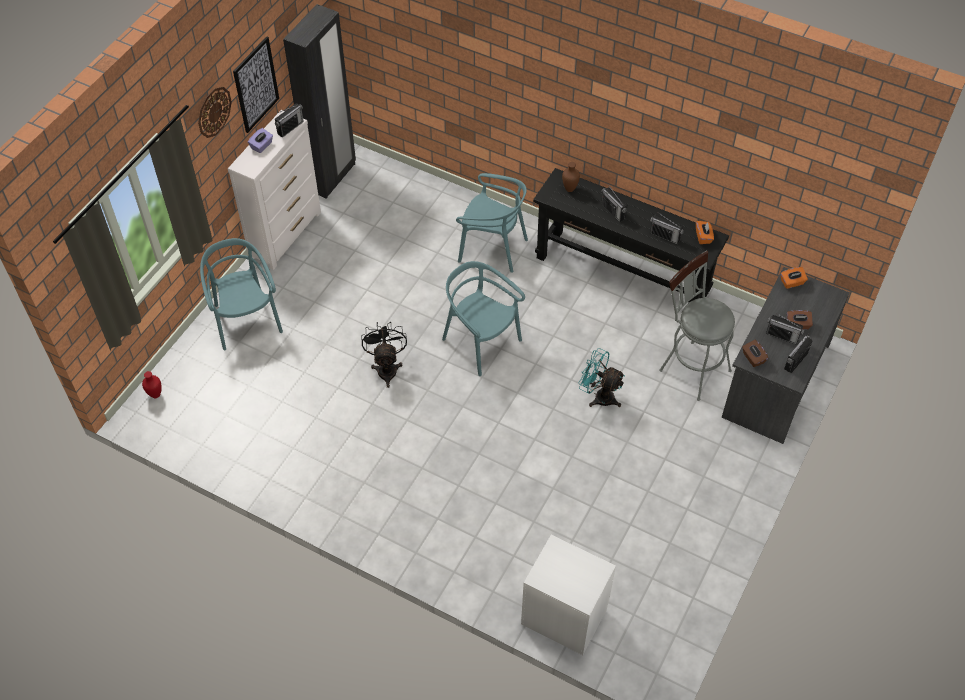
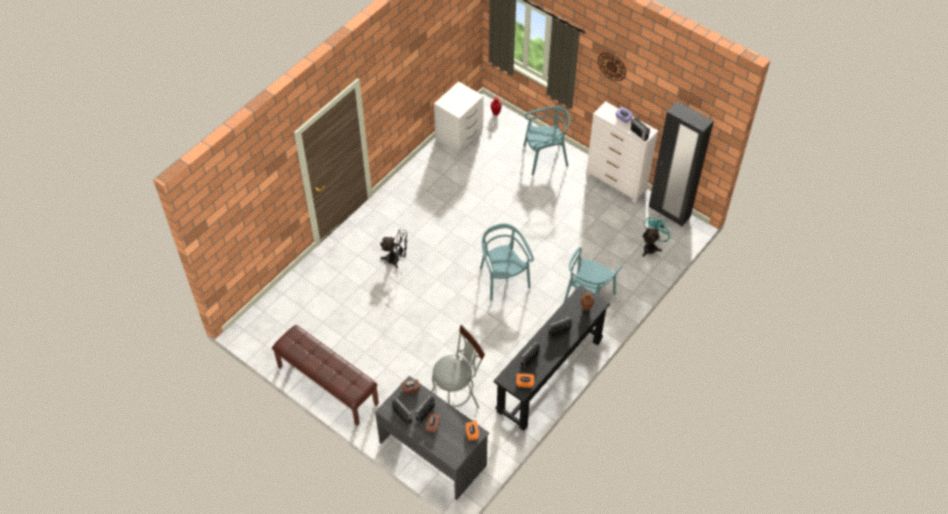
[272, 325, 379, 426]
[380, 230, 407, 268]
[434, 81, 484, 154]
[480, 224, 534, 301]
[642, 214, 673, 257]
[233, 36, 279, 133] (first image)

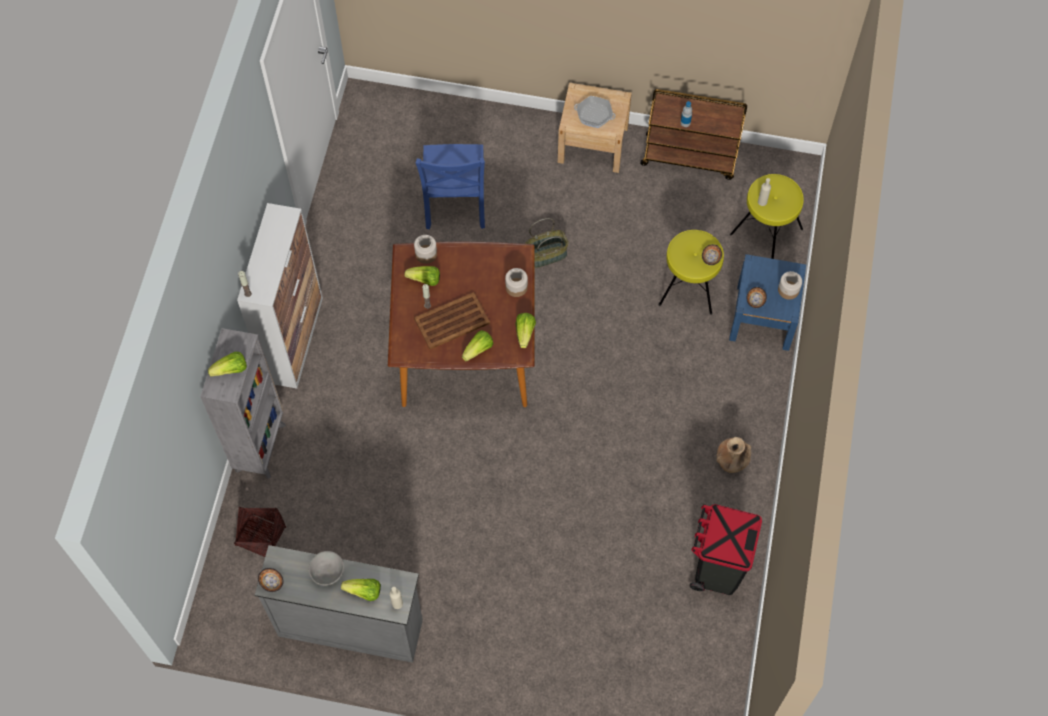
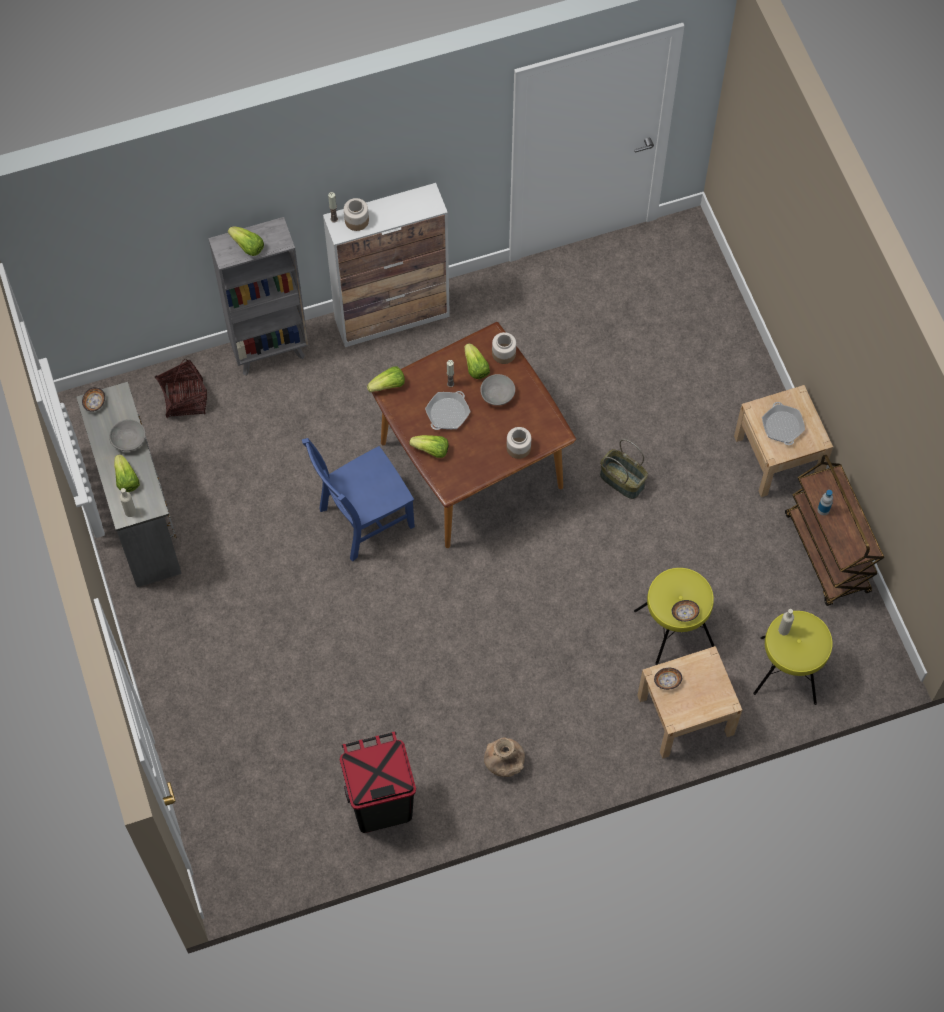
[302, 438, 415, 561]
[344, 198, 369, 231]
[367, 366, 405, 392]
[425, 391, 471, 430]
[480, 374, 515, 406]
[637, 646, 742, 758]

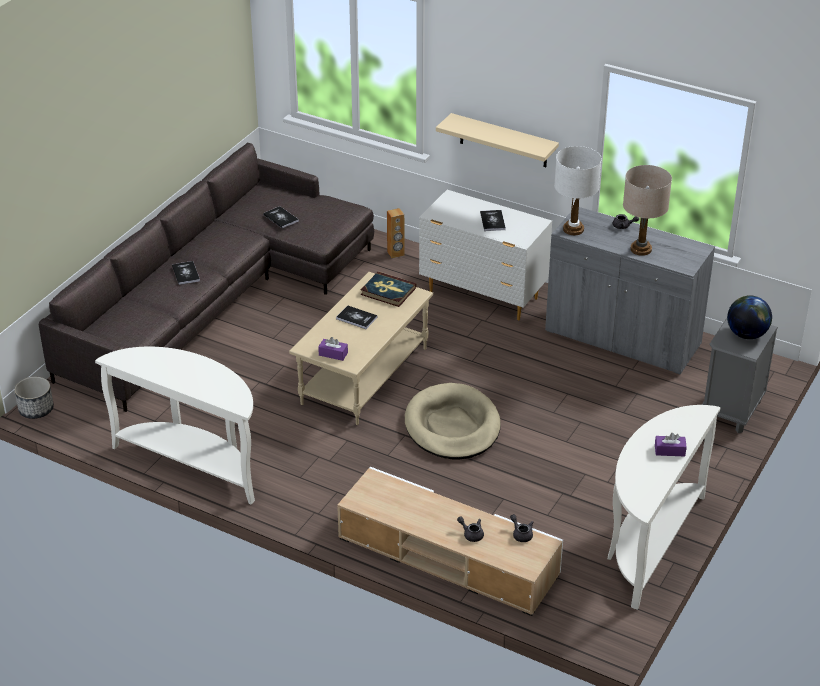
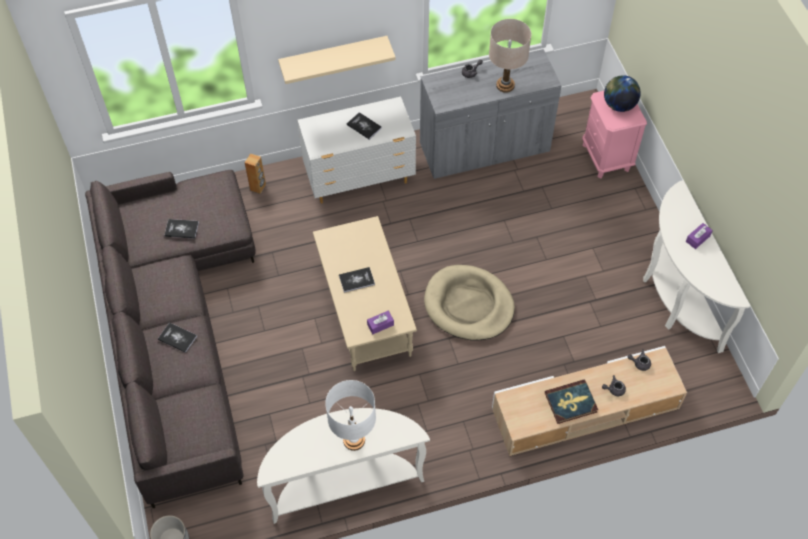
[325, 380, 376, 451]
[545, 379, 598, 424]
[582, 91, 647, 179]

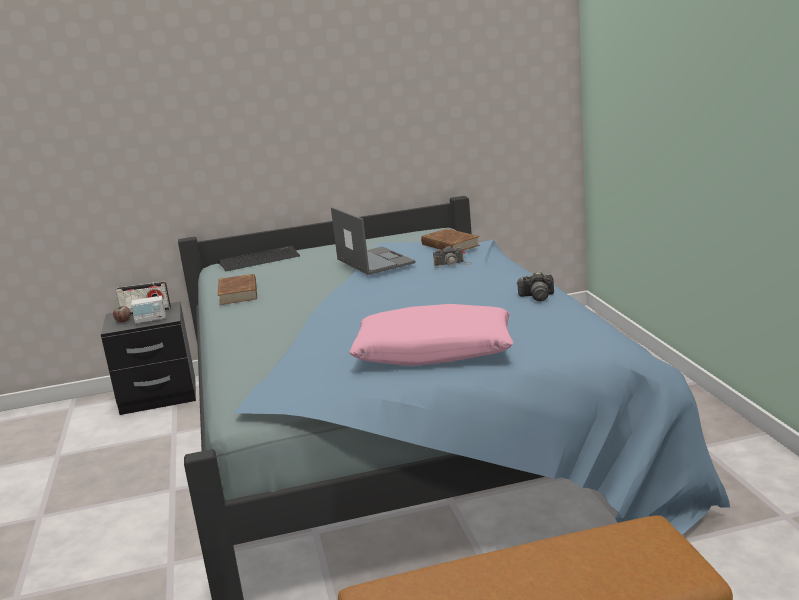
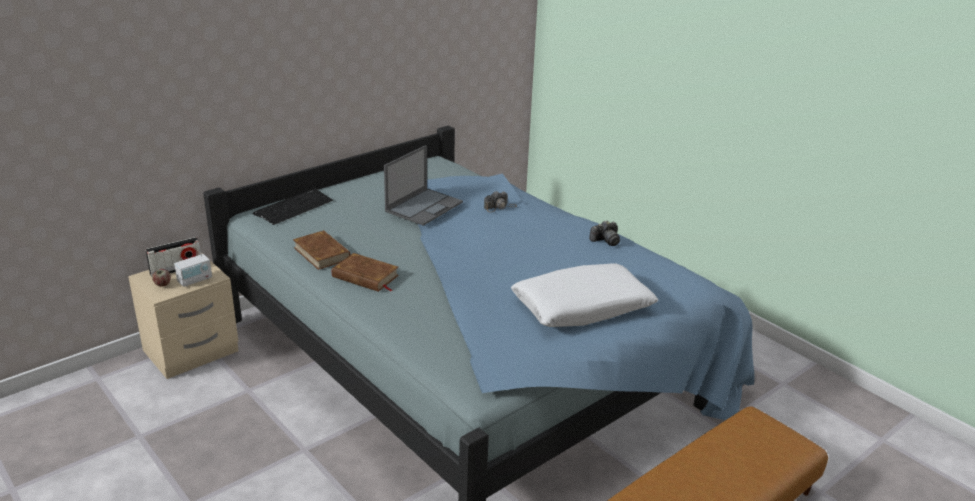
[128, 253, 239, 379]
[332, 253, 399, 292]
[384, 145, 463, 226]
[511, 263, 658, 327]

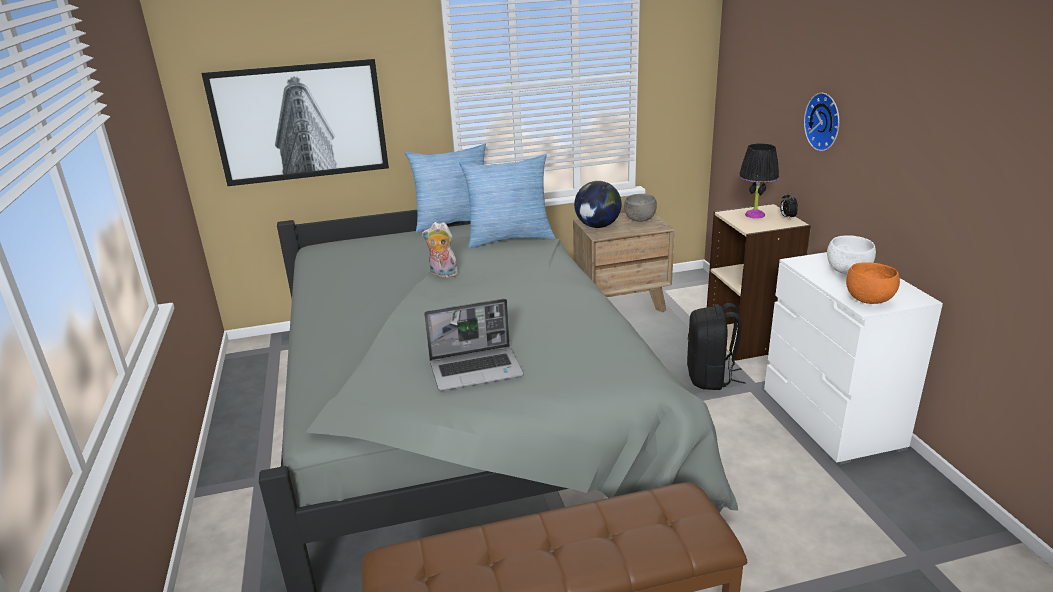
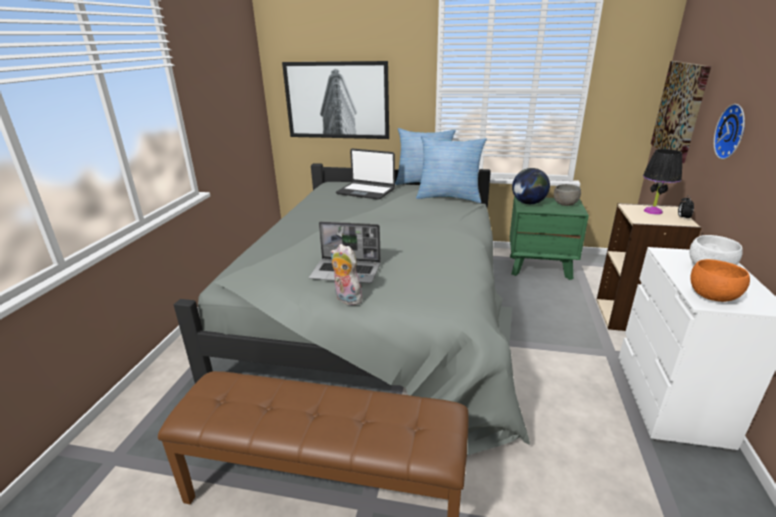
[331, 244, 362, 305]
[336, 148, 395, 200]
[510, 196, 589, 280]
[651, 61, 711, 163]
[687, 303, 746, 390] (first image)

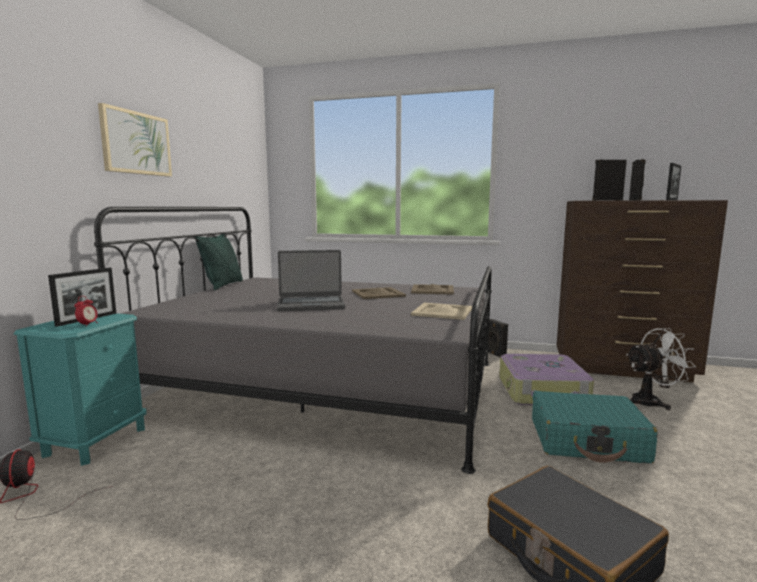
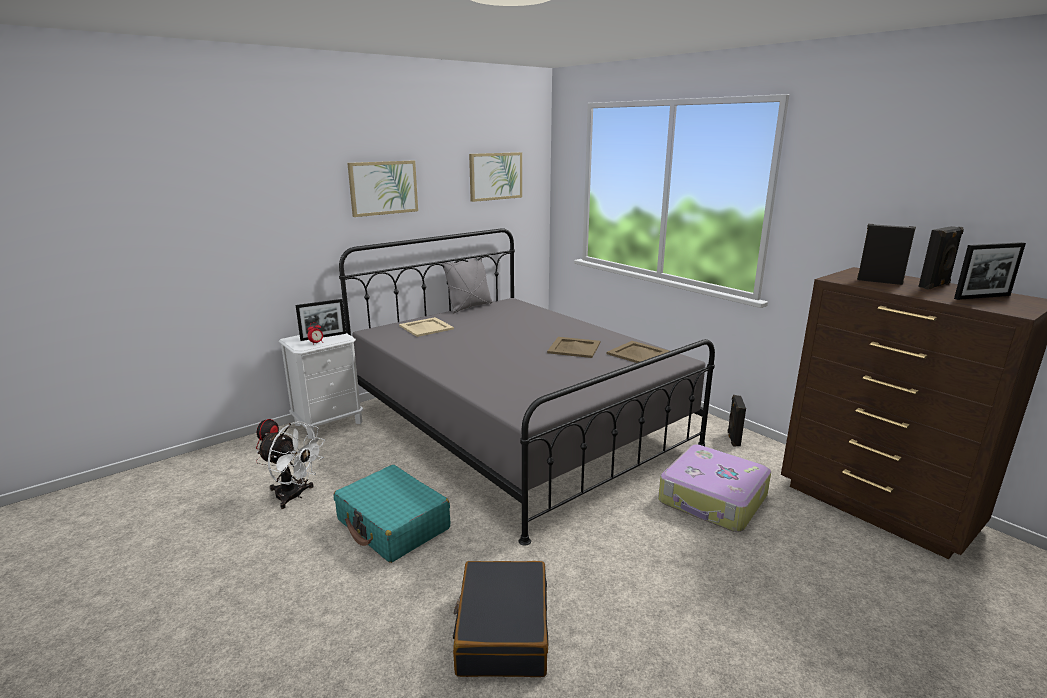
[257, 421, 325, 509]
[279, 333, 363, 439]
[334, 465, 450, 563]
[399, 317, 454, 337]
[442, 257, 493, 313]
[469, 152, 522, 202]
[277, 250, 346, 311] (first image)

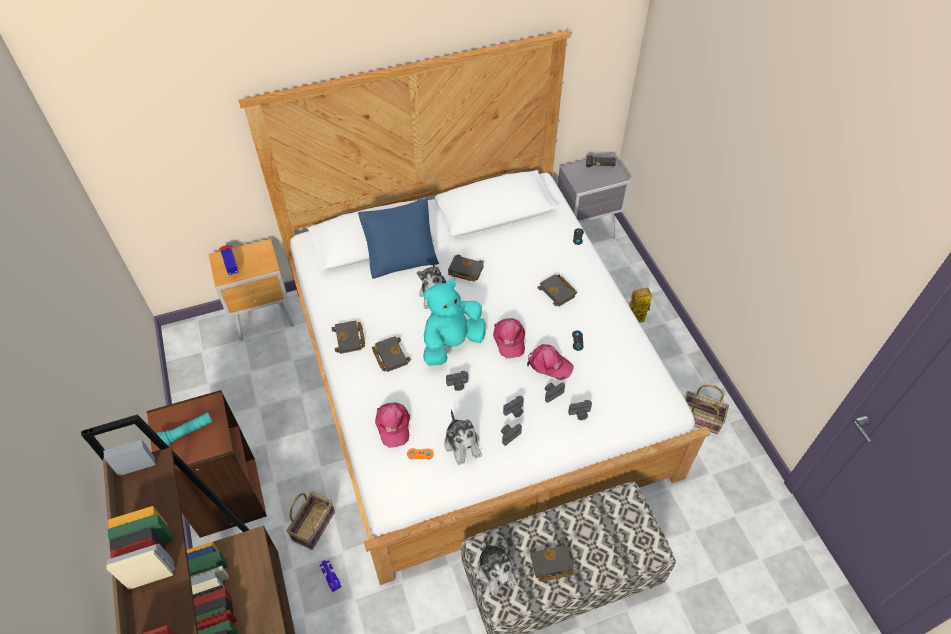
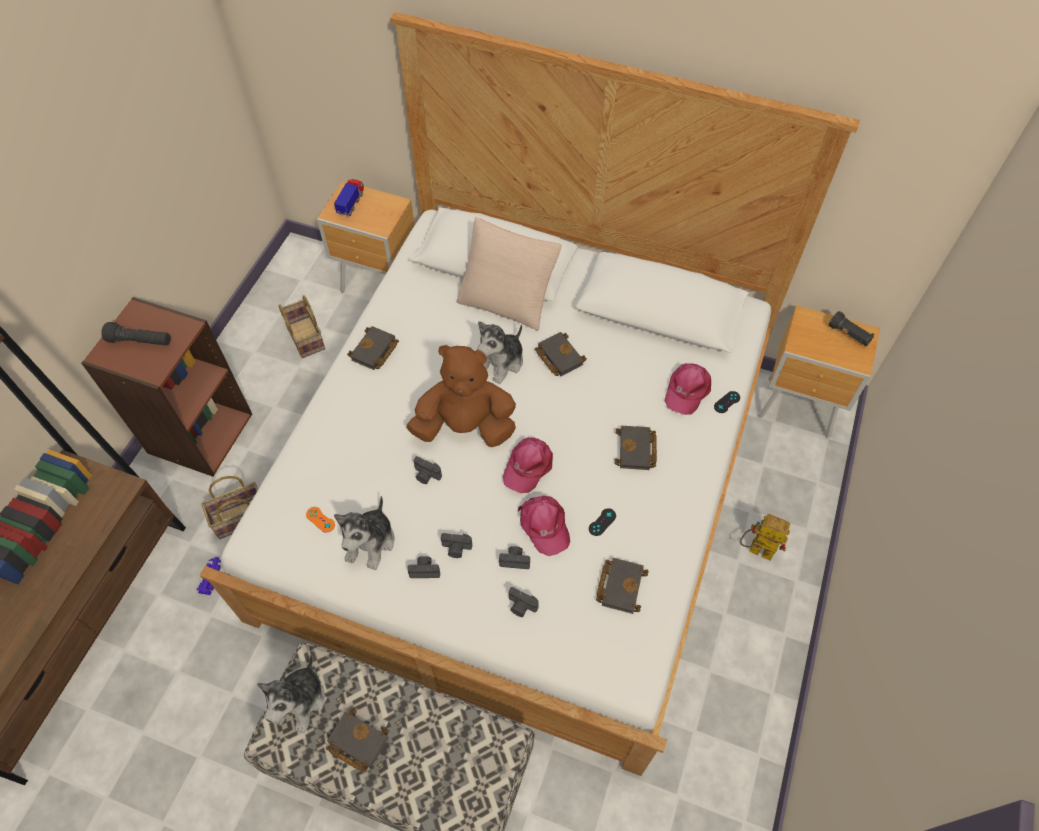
[101, 322, 171, 346]
[279, 295, 325, 358]
[407, 345, 516, 447]
[457, 217, 562, 331]
[596, 558, 649, 614]
[665, 363, 711, 415]
[758, 305, 880, 439]

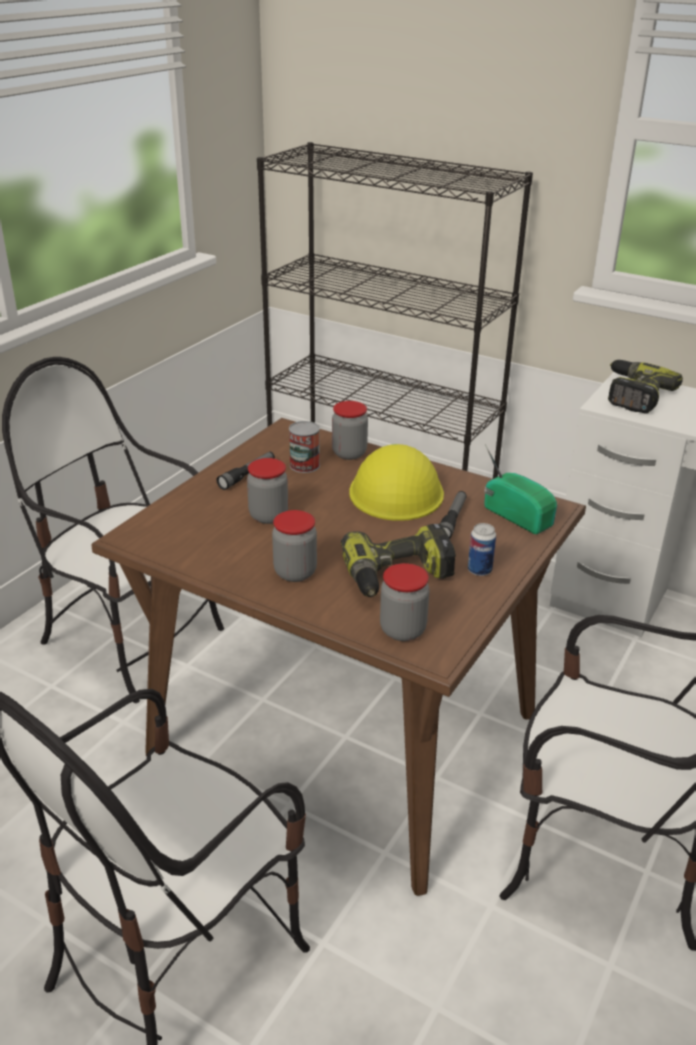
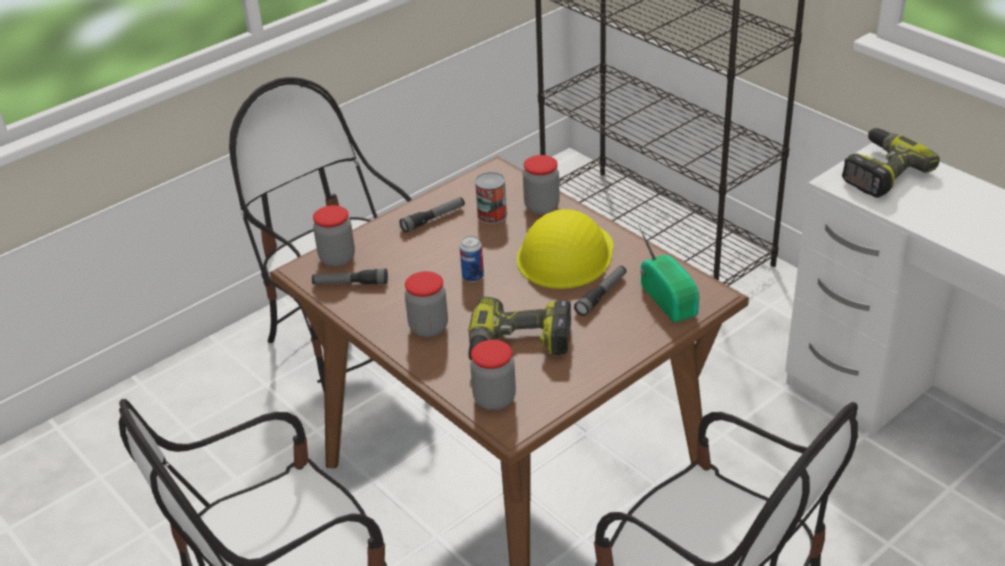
[312, 269, 388, 284]
[313, 205, 355, 267]
[460, 236, 484, 282]

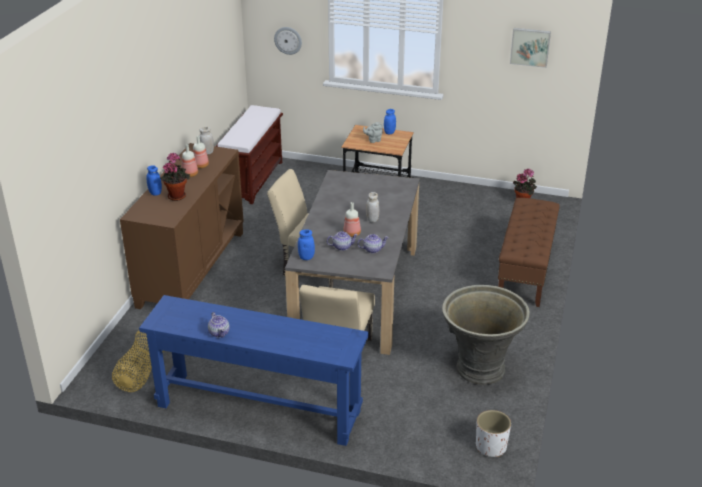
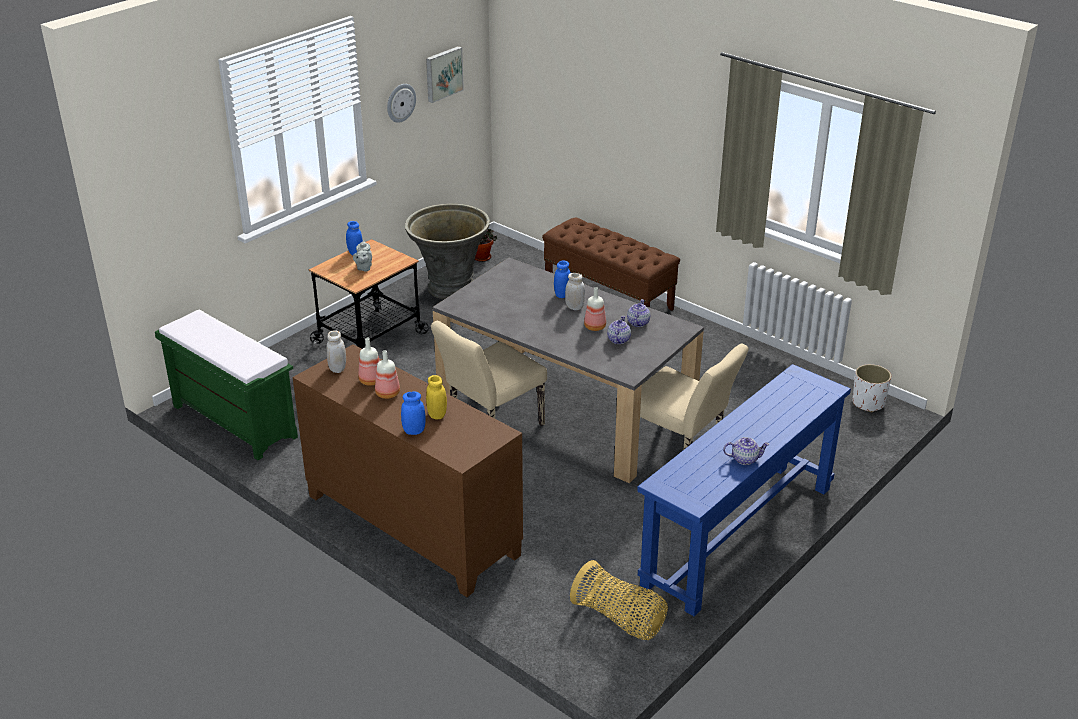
[155, 310, 298, 460]
[387, 84, 416, 123]
[405, 203, 490, 299]
[426, 375, 447, 419]
[554, 261, 571, 298]

